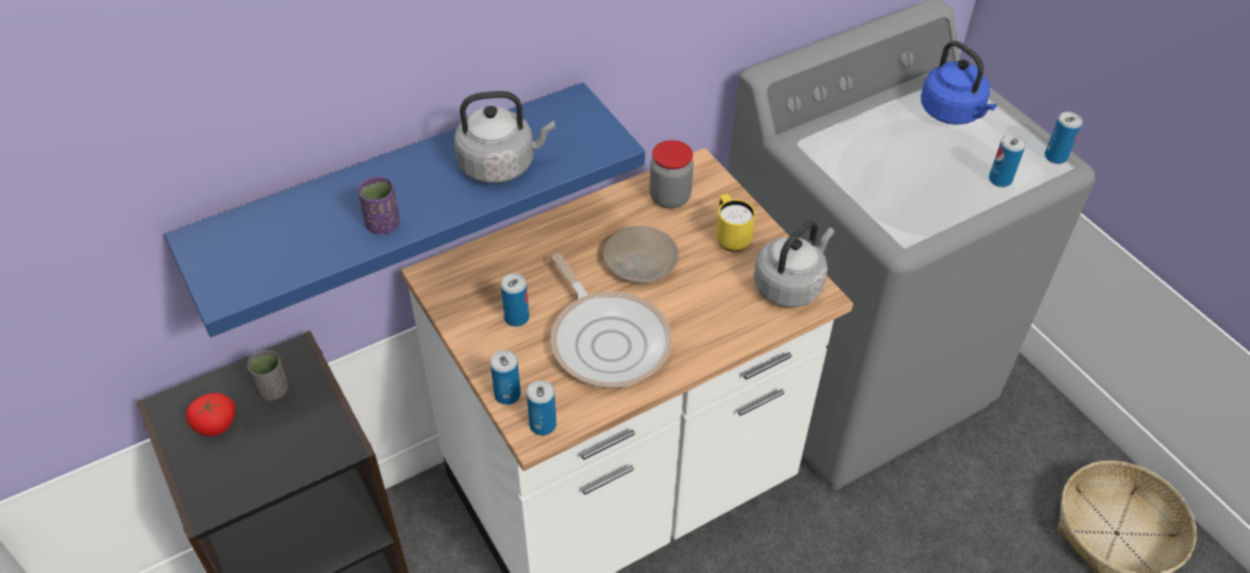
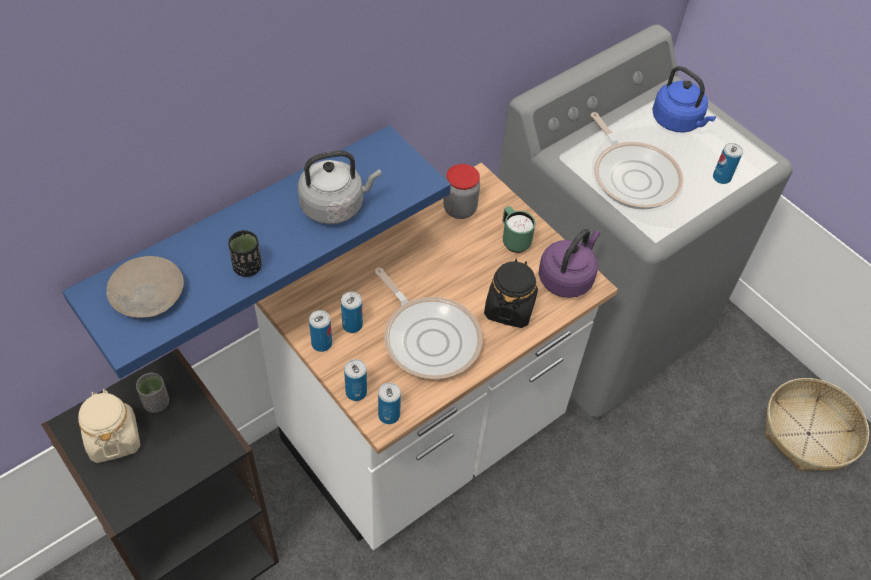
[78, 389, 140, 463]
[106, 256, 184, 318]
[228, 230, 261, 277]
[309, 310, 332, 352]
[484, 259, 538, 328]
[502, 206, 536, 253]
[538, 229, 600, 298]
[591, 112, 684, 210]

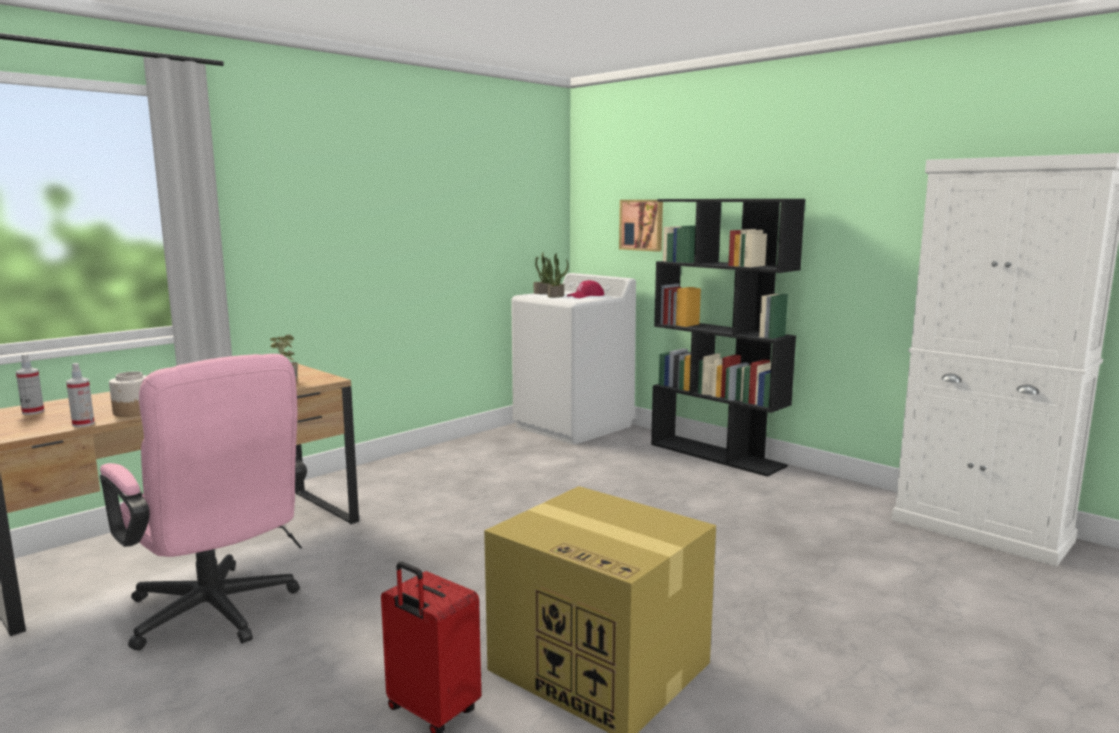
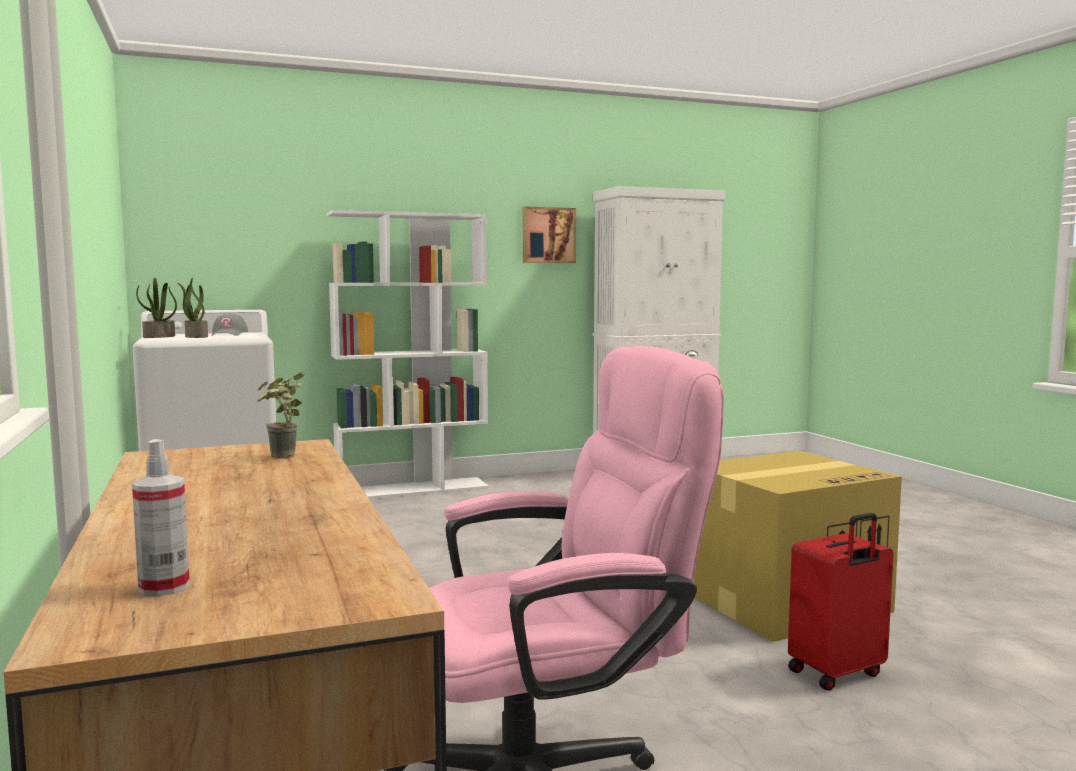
[212, 313, 248, 336]
[327, 210, 489, 499]
[523, 206, 576, 263]
[66, 363, 95, 427] (first image)
[109, 371, 147, 417] (first image)

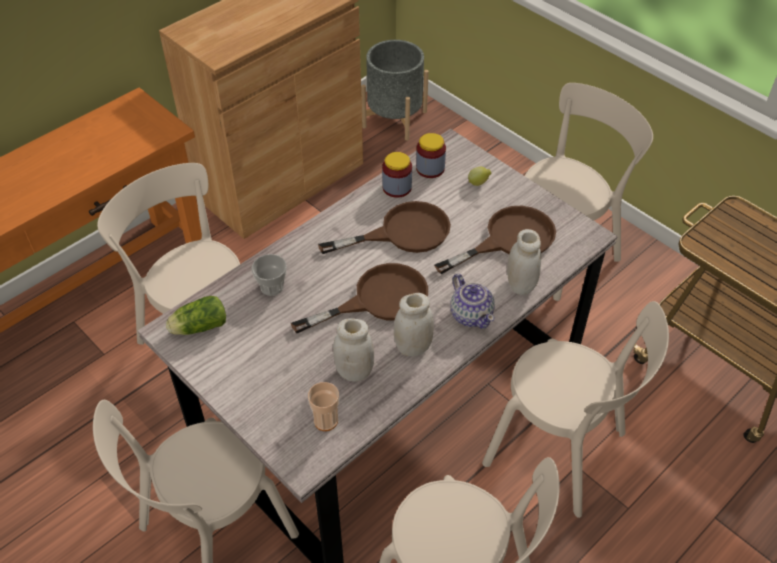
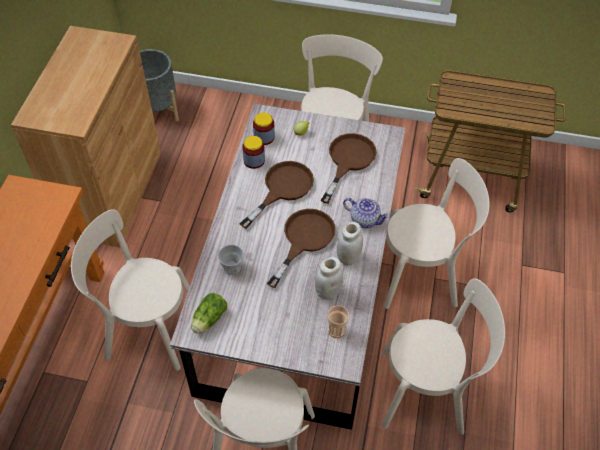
[507, 229, 541, 295] (first image)

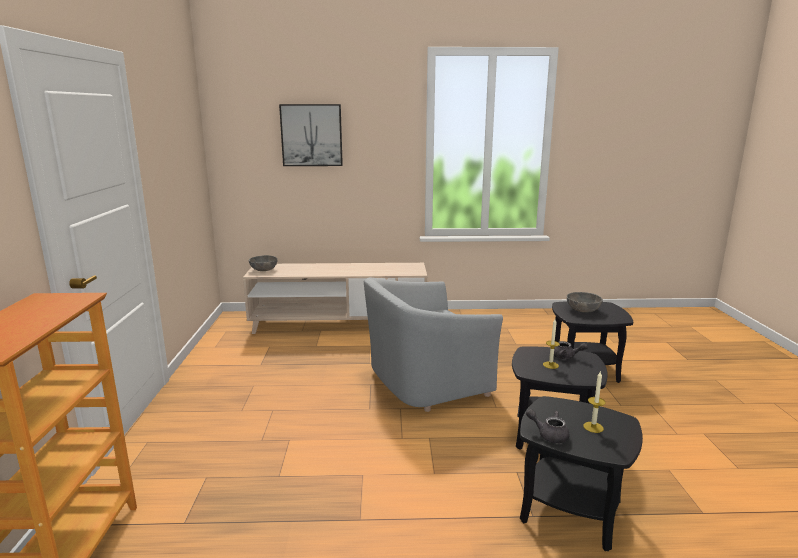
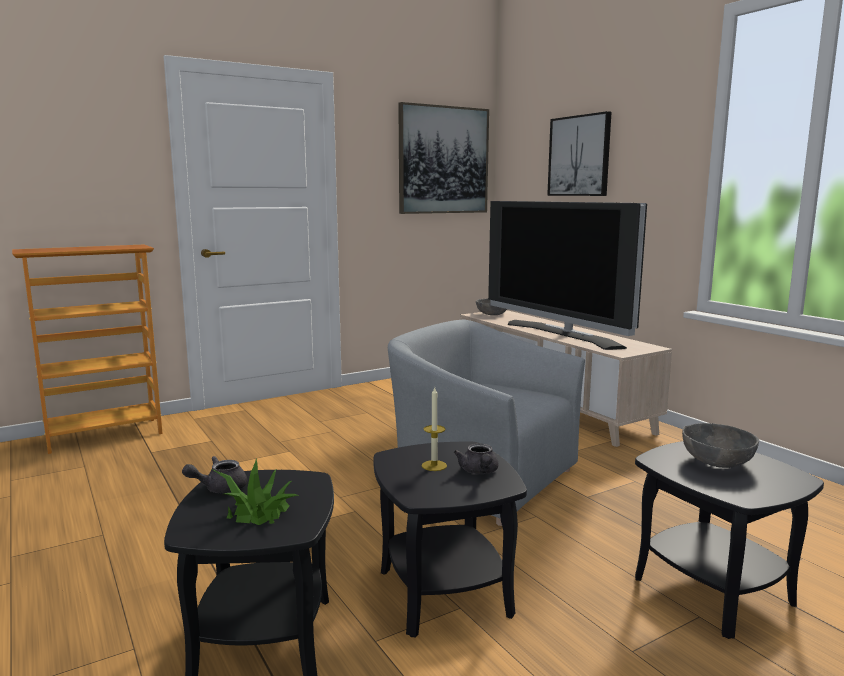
[182, 456, 247, 493]
[212, 458, 299, 525]
[398, 102, 489, 214]
[488, 201, 647, 350]

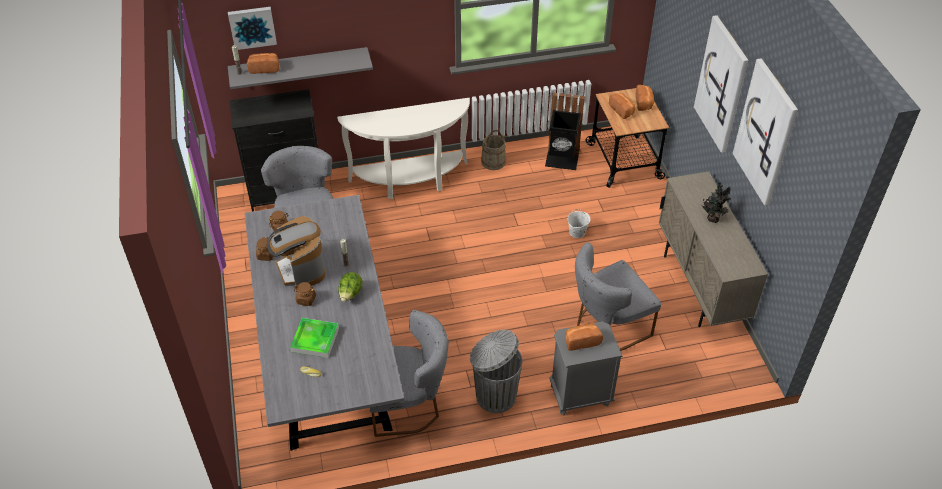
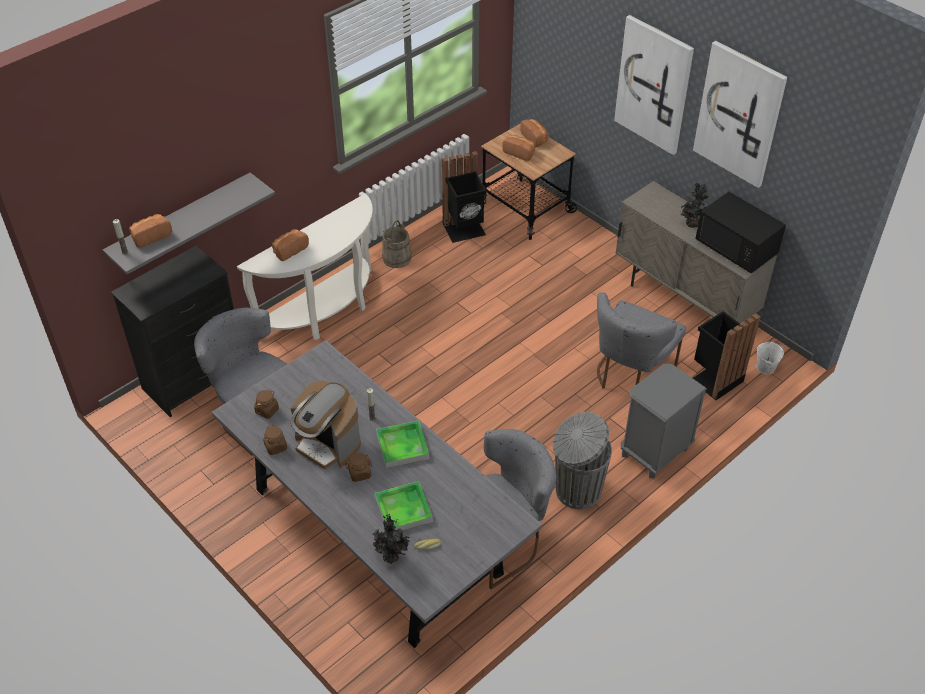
[272, 229, 309, 261]
[373, 514, 410, 564]
[376, 420, 429, 468]
[693, 311, 761, 400]
[695, 192, 786, 273]
[756, 341, 784, 375]
[228, 7, 277, 50] (first image)

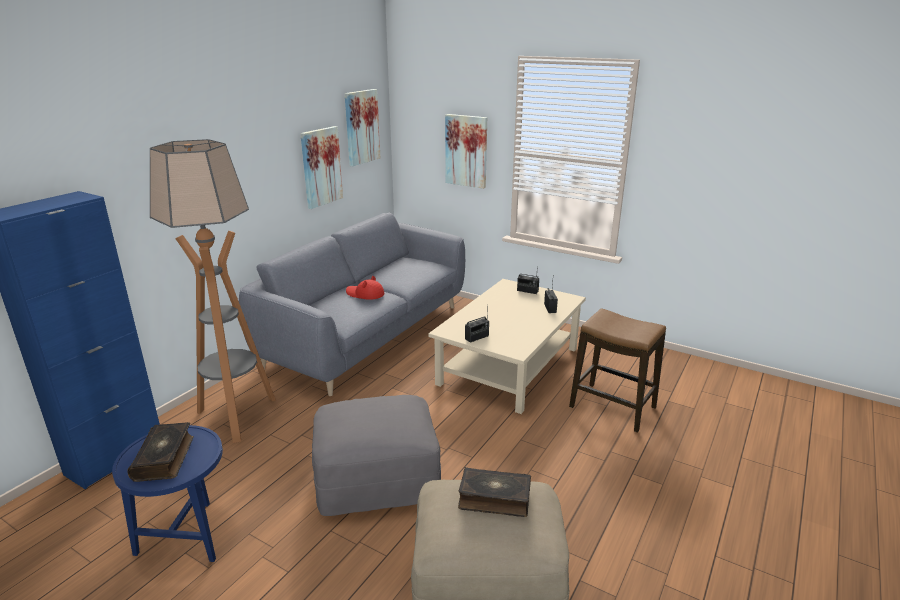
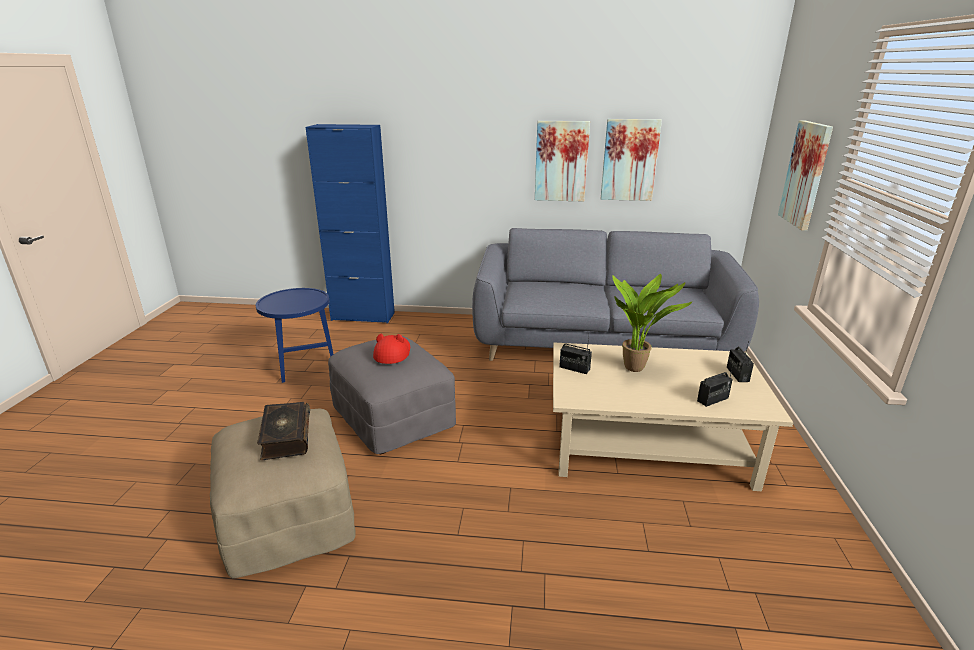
[373, 334, 410, 364]
[535, 121, 590, 202]
[612, 274, 693, 372]
[127, 422, 194, 482] (first image)
[150, 139, 276, 443] (first image)
[569, 308, 666, 433] (first image)

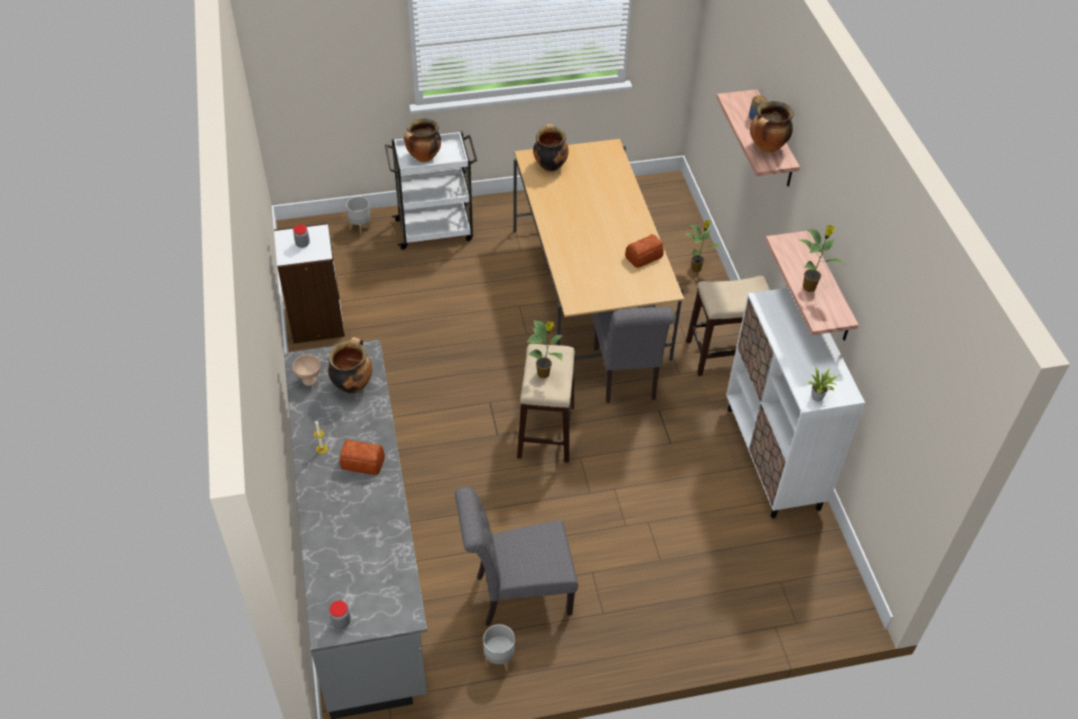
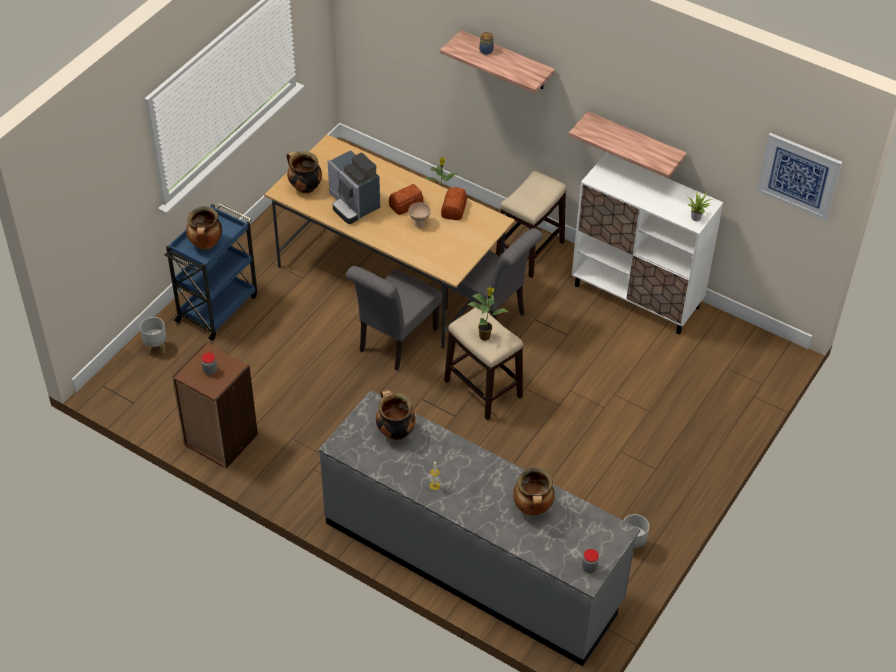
[165, 203, 257, 341]
[172, 343, 258, 469]
[328, 150, 380, 224]
[346, 266, 442, 371]
[389, 184, 423, 215]
[409, 202, 431, 228]
[513, 467, 555, 516]
[756, 133, 842, 221]
[799, 225, 844, 292] (first image)

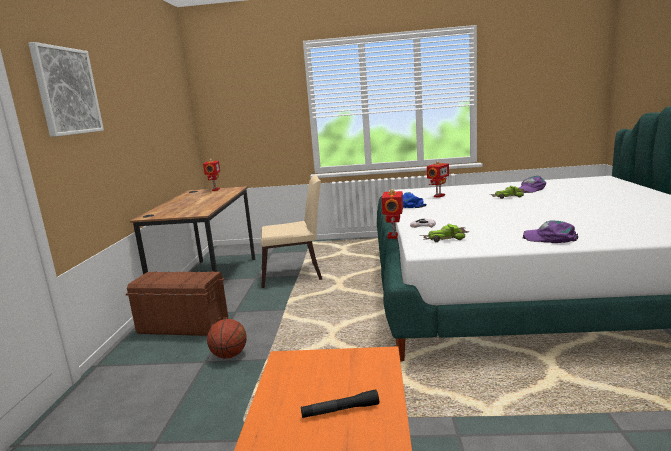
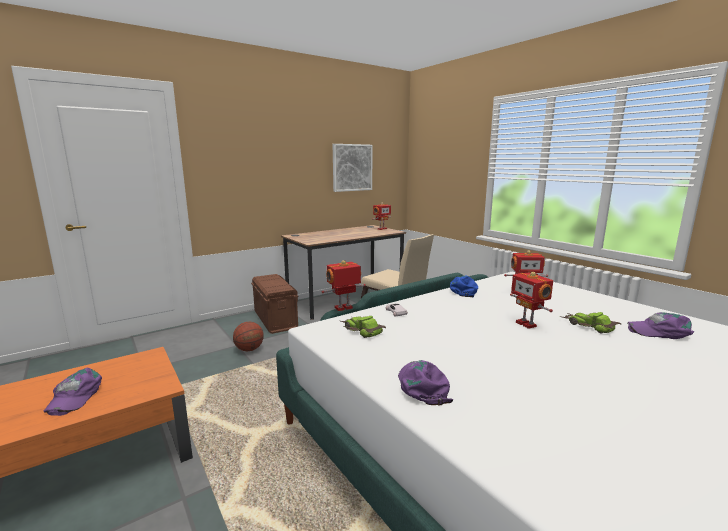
[43, 368, 102, 416]
[333, 144, 373, 192]
[510, 272, 553, 329]

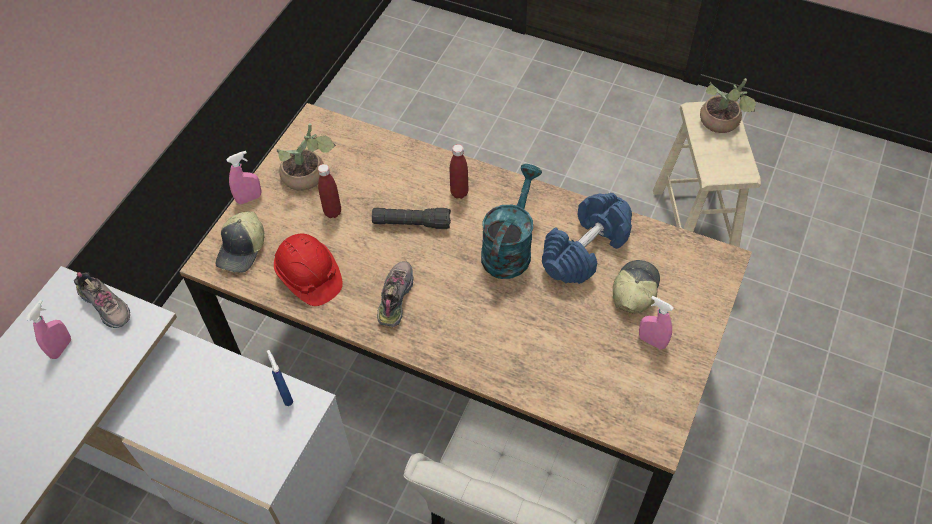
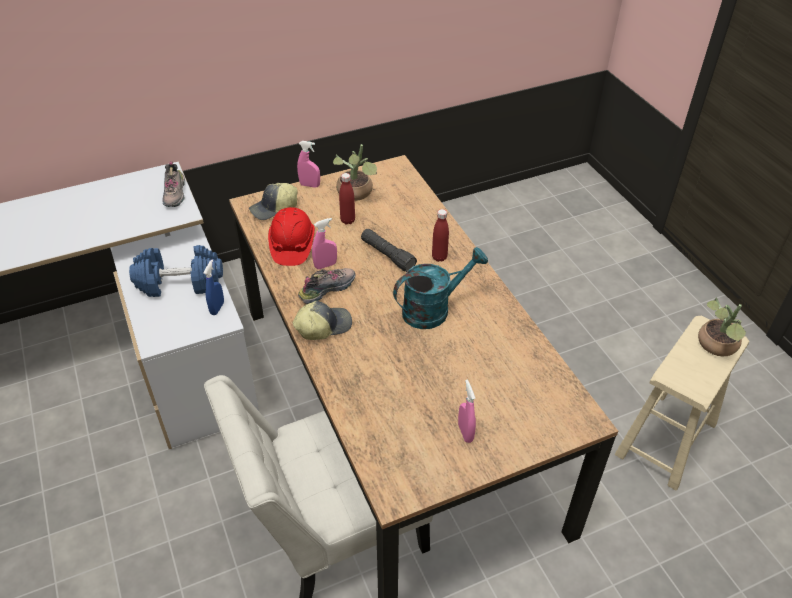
[129, 245, 223, 297]
[293, 301, 352, 340]
[312, 218, 337, 269]

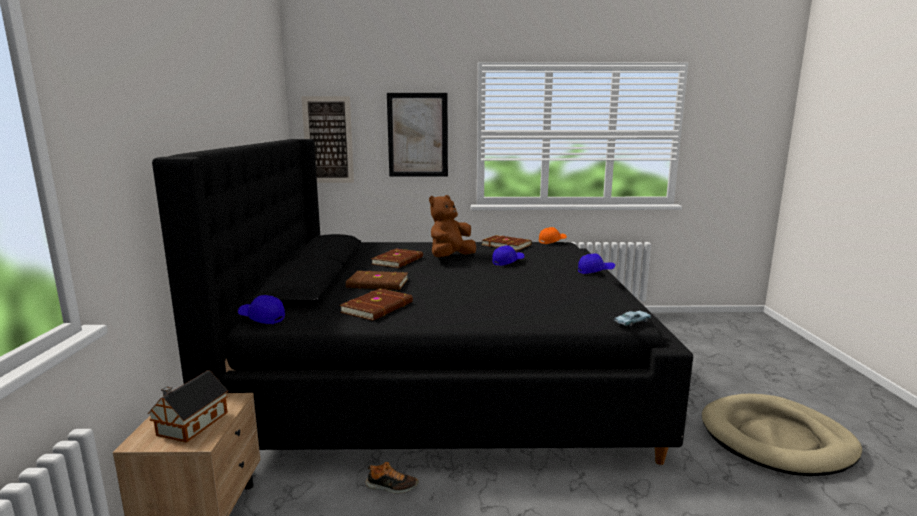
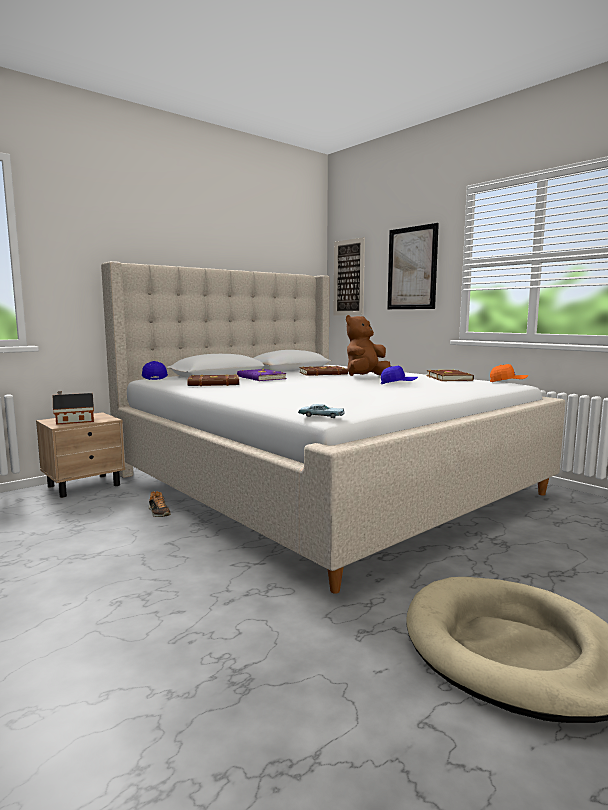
[101, 261, 565, 594]
[237, 369, 287, 381]
[346, 315, 391, 376]
[578, 253, 615, 274] (first image)

